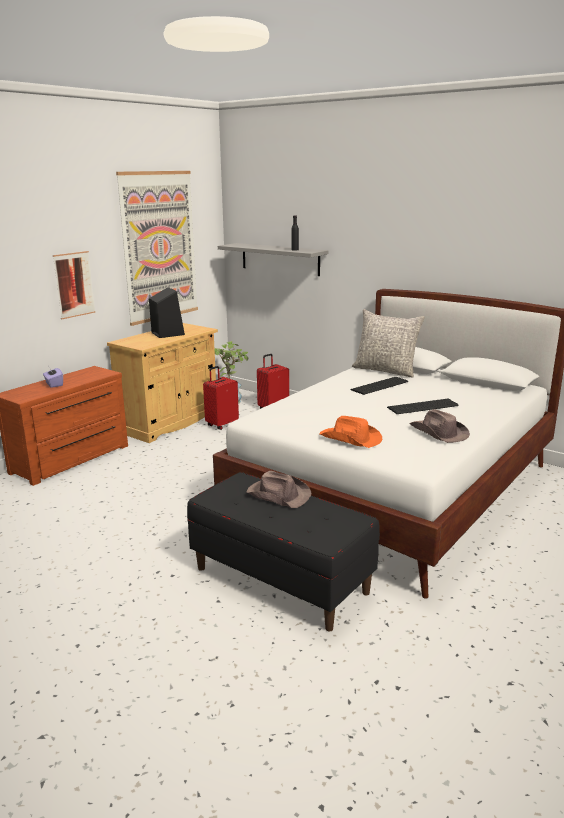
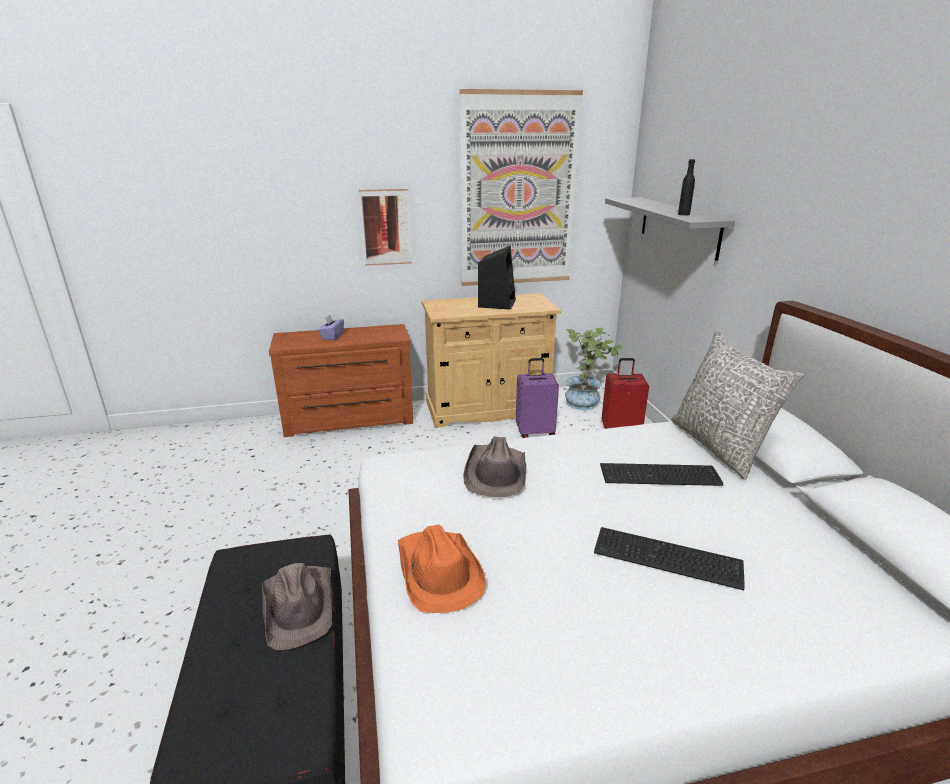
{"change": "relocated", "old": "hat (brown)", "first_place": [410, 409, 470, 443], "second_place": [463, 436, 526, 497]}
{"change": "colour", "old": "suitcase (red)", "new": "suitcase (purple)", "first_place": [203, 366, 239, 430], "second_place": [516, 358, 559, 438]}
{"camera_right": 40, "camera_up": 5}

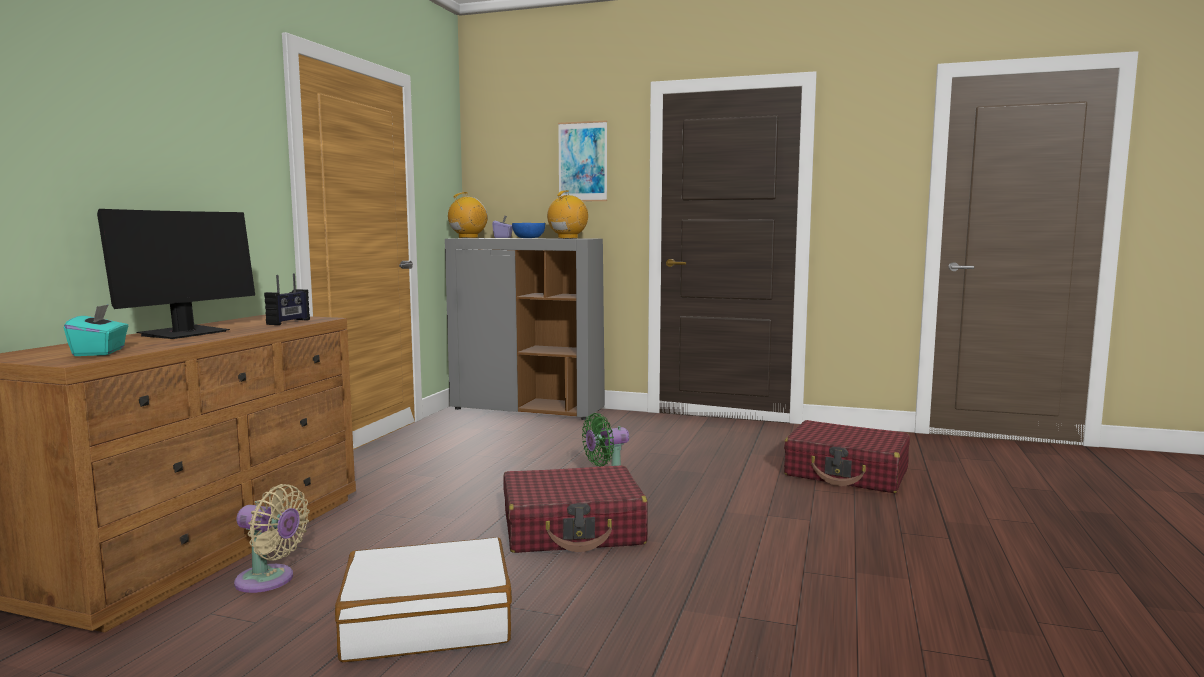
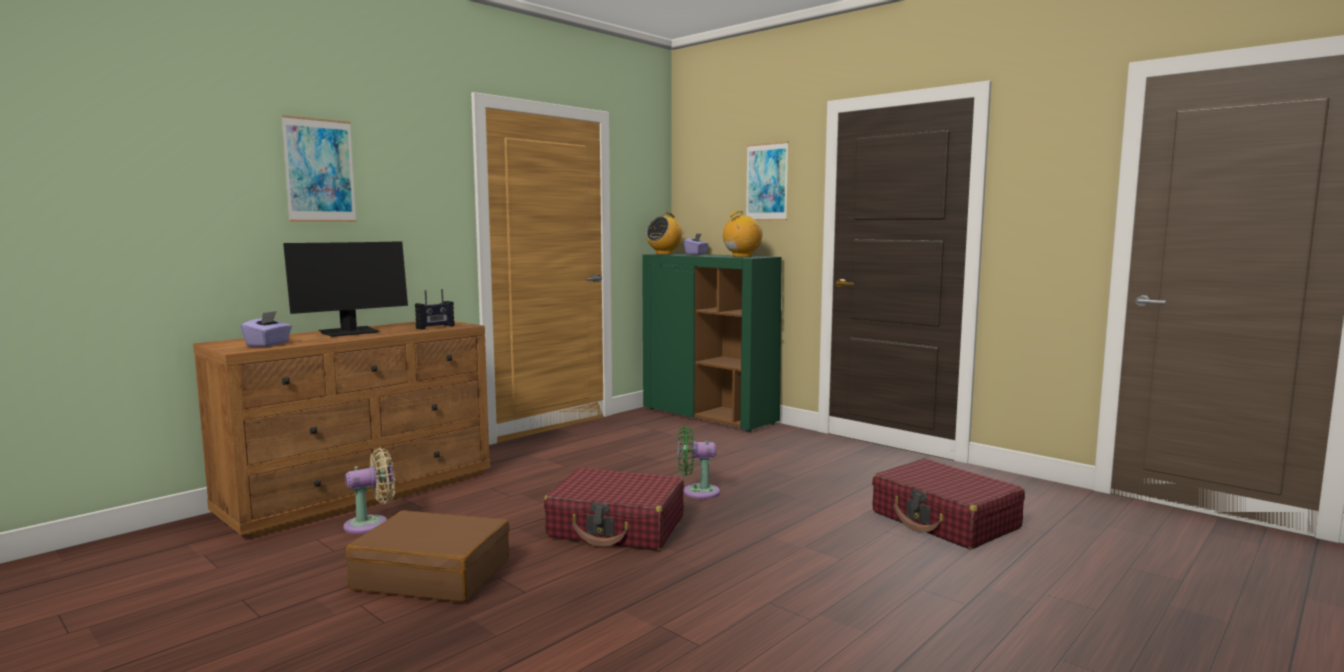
{"change": "colour", "old": "tissue box (turquoise)", "new": "tissue box (purple)", "first_place": [64, 304, 128, 356], "second_place": [241, 311, 292, 347]}
{"change": "appeared", "new": "picture", "second_place": [281, 115, 357, 222]}
{"change": "spun", "old": "fan (beige)", "first_place": [234, 484, 310, 593], "second_place": [343, 448, 395, 534], "degrees": -75}
{"change": "colour", "old": "suitcase (white)", "new": "suitcase (brown)", "first_place": [335, 537, 512, 662], "second_place": [346, 510, 510, 602]}
{"change": "colour", "old": "cabinet (grey)", "new": "cabinet (green)", "first_place": [445, 238, 605, 420], "second_place": [642, 253, 782, 432]}
{"change": "spun", "old": "radio", "first_place": [448, 192, 488, 238], "second_place": [646, 212, 682, 254], "degrees": 150}
{"change": "missing", "old": "bowl (blue)", "first_place": [512, 223, 545, 238]}
{"camera_right": 25, "camera_up": 0}

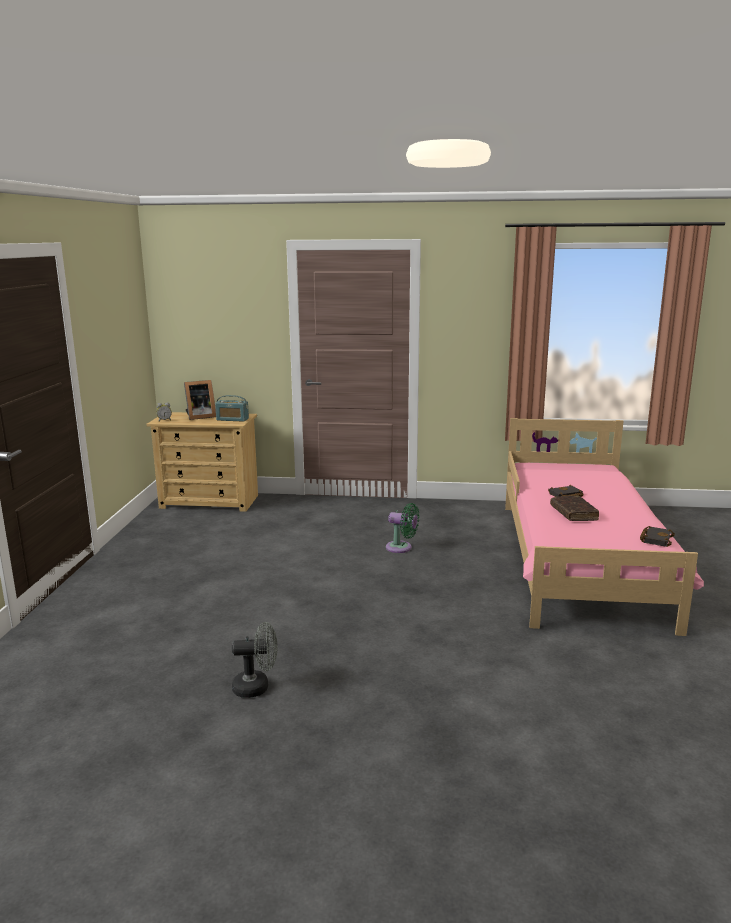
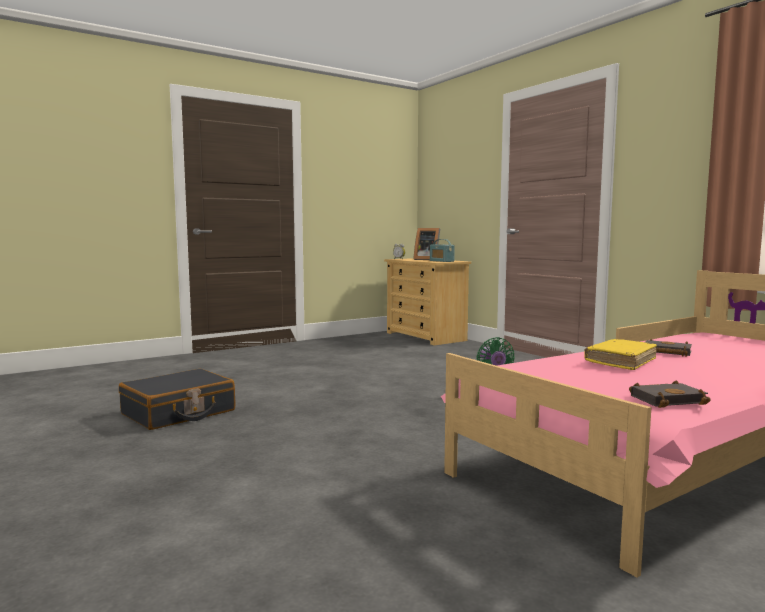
{"change": "exchanged", "old": "fan (grey)", "new": "suitcase (black)", "first_place": [232, 622, 277, 698], "second_place": [119, 369, 235, 430]}
{"change": "colour", "old": "book (brown)", "new": "book (yellow)", "first_place": [550, 496, 599, 521], "second_place": [584, 339, 657, 370]}
{"camera_right": 50, "camera_up": -10}

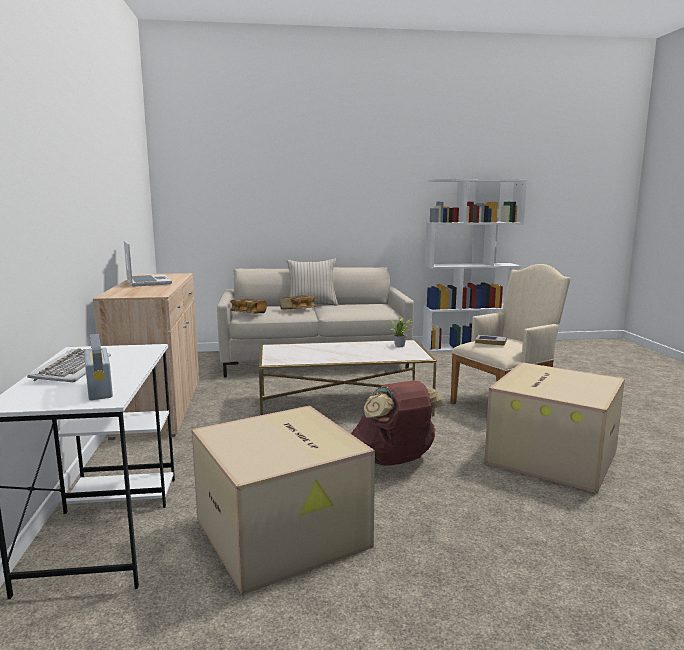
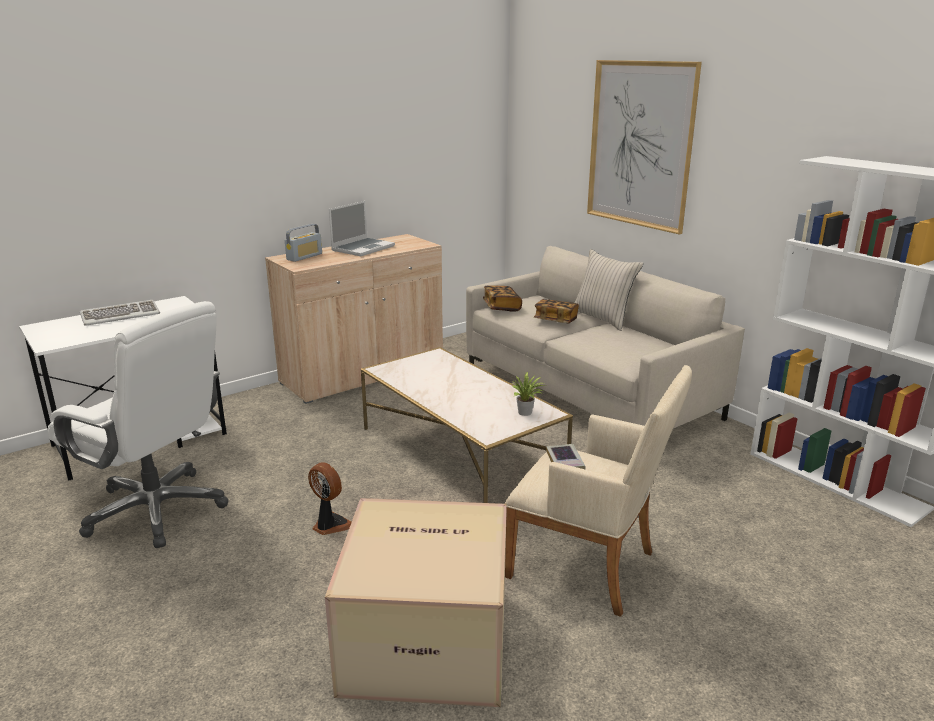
{"change": "exchanged", "old": "cardboard box", "new": "office chair (white)", "first_place": [192, 405, 375, 595], "second_place": [48, 301, 229, 548]}
{"change": "relocated", "old": "radio", "first_place": [84, 334, 113, 400], "second_place": [285, 224, 322, 262]}
{"change": "exchanged", "old": "backpack (brown)", "new": "fan", "first_place": [351, 380, 445, 466], "second_place": [308, 462, 352, 535]}
{"change": "appeared", "new": "picture", "second_place": [587, 60, 702, 234]}
{"camera_right": 60, "camera_up": 10}

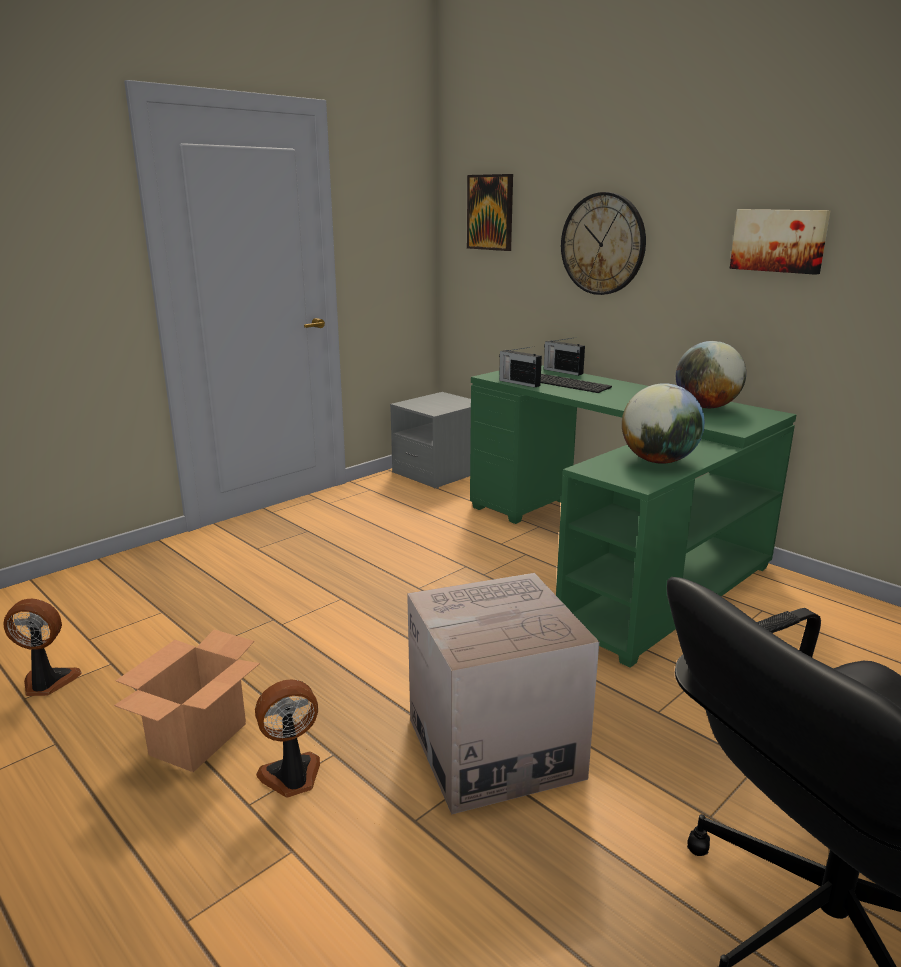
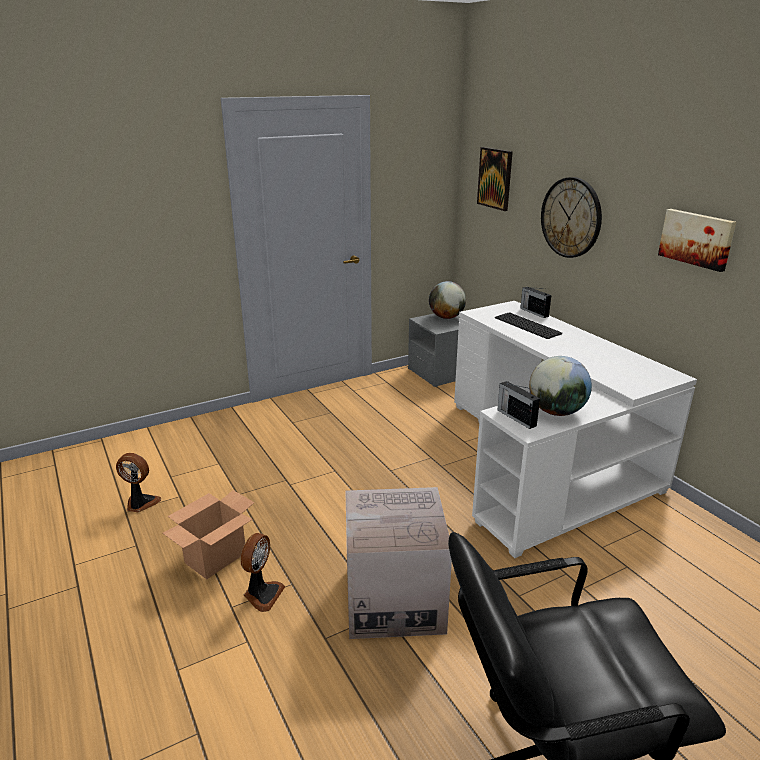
{"change": "spun", "old": "fan", "first_place": [255, 680, 320, 798], "second_place": [240, 533, 285, 612], "degrees": 120}
{"change": "relocated", "old": "globe", "first_place": [676, 341, 746, 408], "second_place": [429, 281, 466, 319]}
{"change": "colour", "old": "desk (green)", "new": "desk (white)", "first_place": [470, 365, 797, 668], "second_place": [454, 301, 697, 558]}
{"change": "relocated", "old": "radio", "first_place": [499, 347, 542, 388], "second_place": [497, 381, 540, 429]}
{"camera_right": 15, "camera_up": 5}

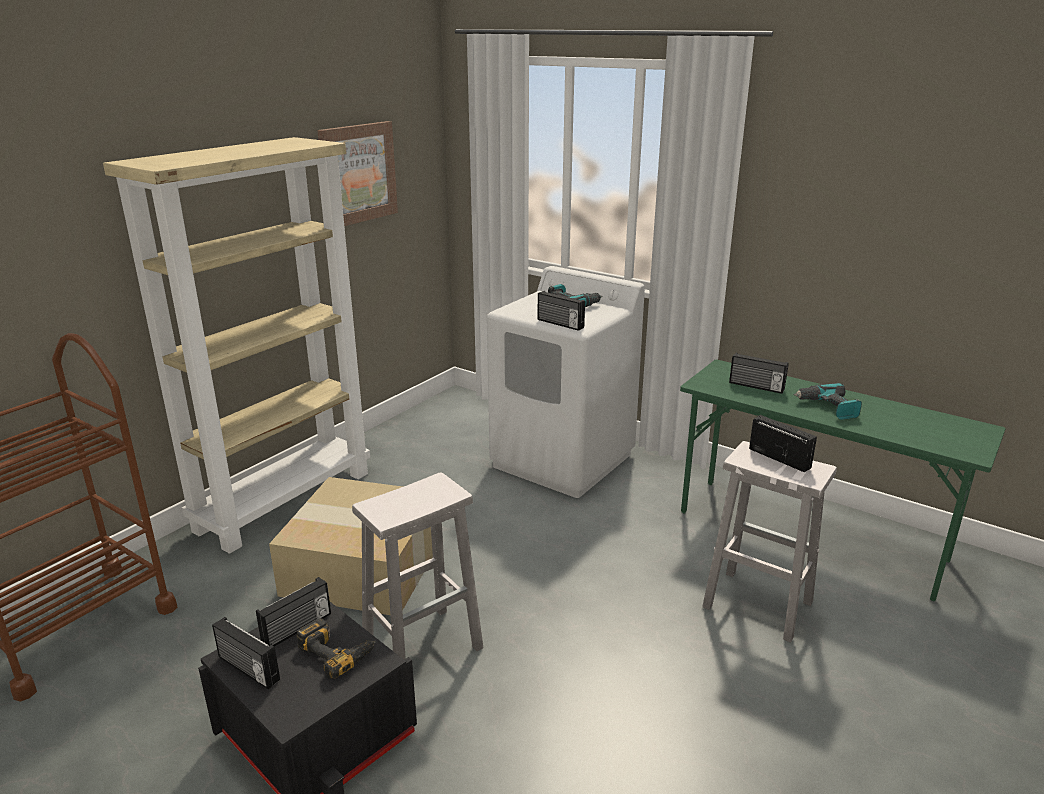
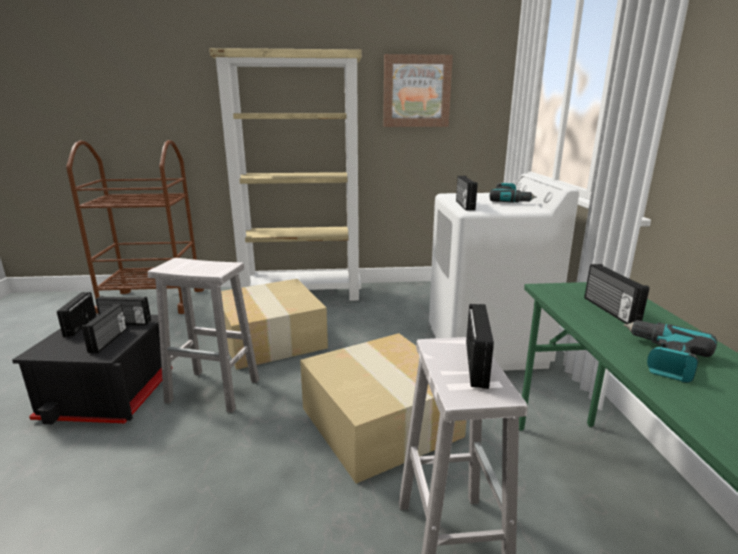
{"change": "exchanged", "old": "power drill", "new": "radio", "first_place": [296, 618, 376, 679], "second_place": [82, 304, 127, 353]}
{"change": "appeared", "new": "cardboard box", "second_place": [300, 333, 467, 484]}
{"camera_right": 50, "camera_up": -5}

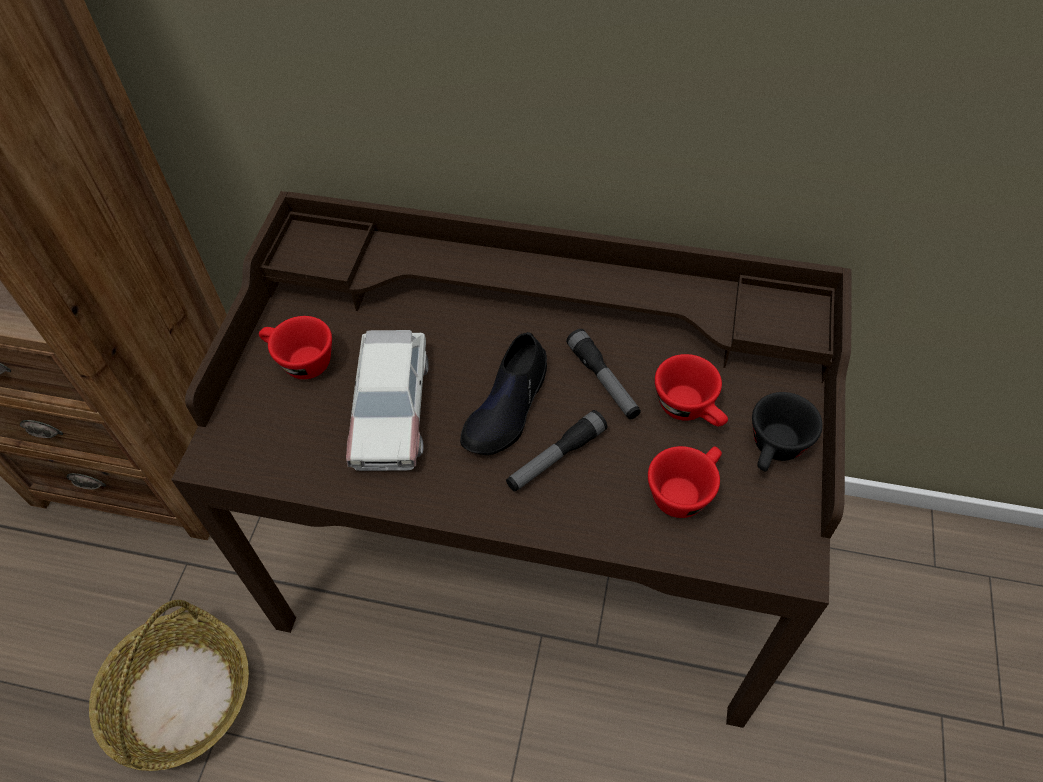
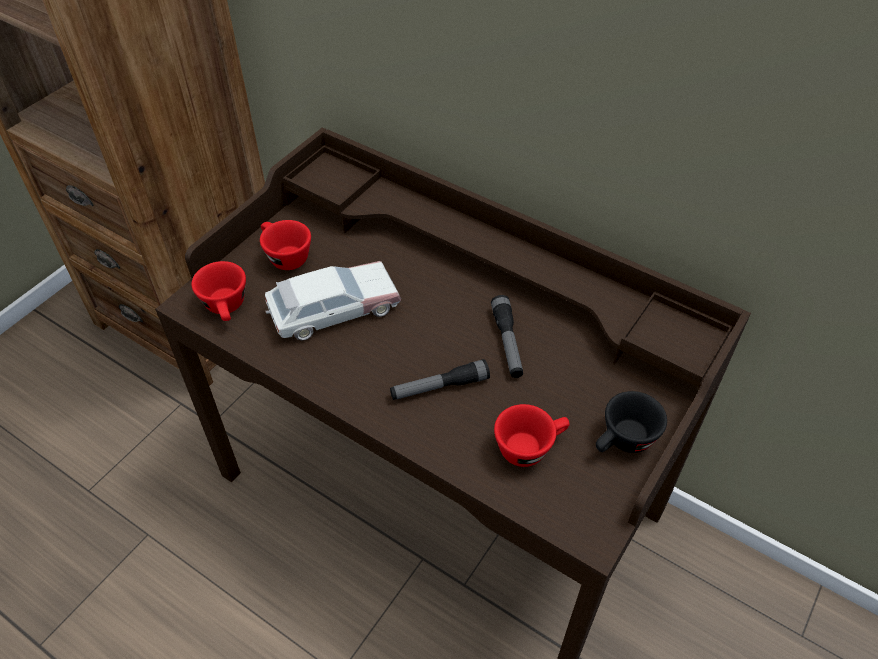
{"change": "relocated", "old": "cup (red)", "first_place": [655, 354, 728, 426], "second_place": [191, 261, 246, 321]}
{"change": "spun", "old": "toy car", "first_place": [346, 330, 429, 471], "second_place": [265, 261, 401, 340], "degrees": -135}
{"change": "missing", "old": "basket", "first_place": [89, 600, 249, 771]}
{"change": "missing", "old": "shoe (black)", "first_place": [460, 332, 547, 455]}
{"camera_right": 20, "camera_up": -5}

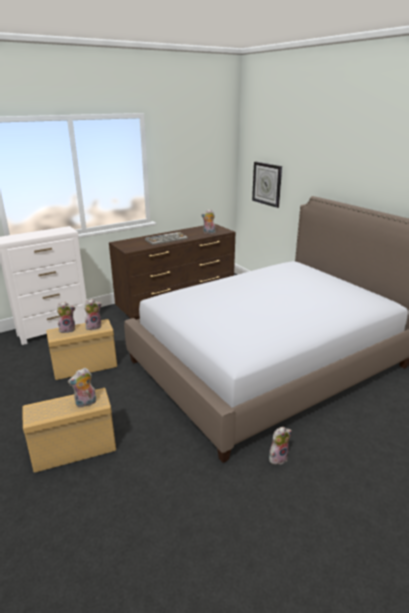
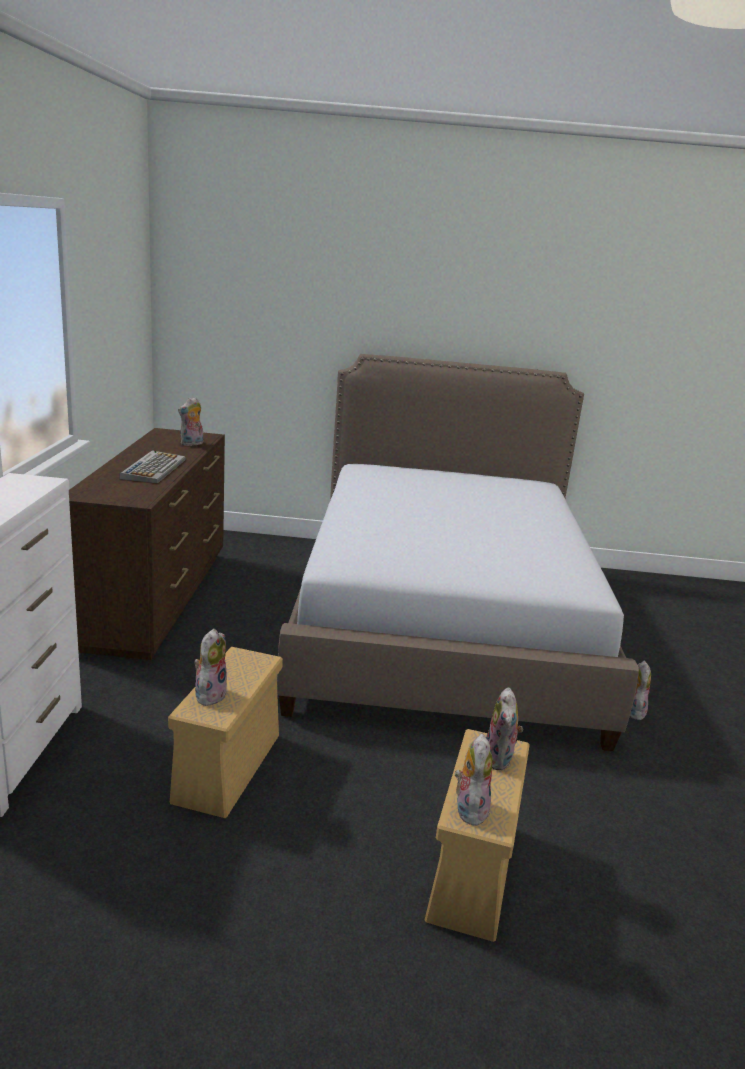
{"change": "relocated", "old": "plush toy", "first_place": [84, 299, 102, 330], "second_place": [455, 734, 493, 826]}
{"change": "missing", "old": "wall clock", "first_place": [252, 162, 282, 208]}
{"camera_right": -55, "camera_up": -5}

